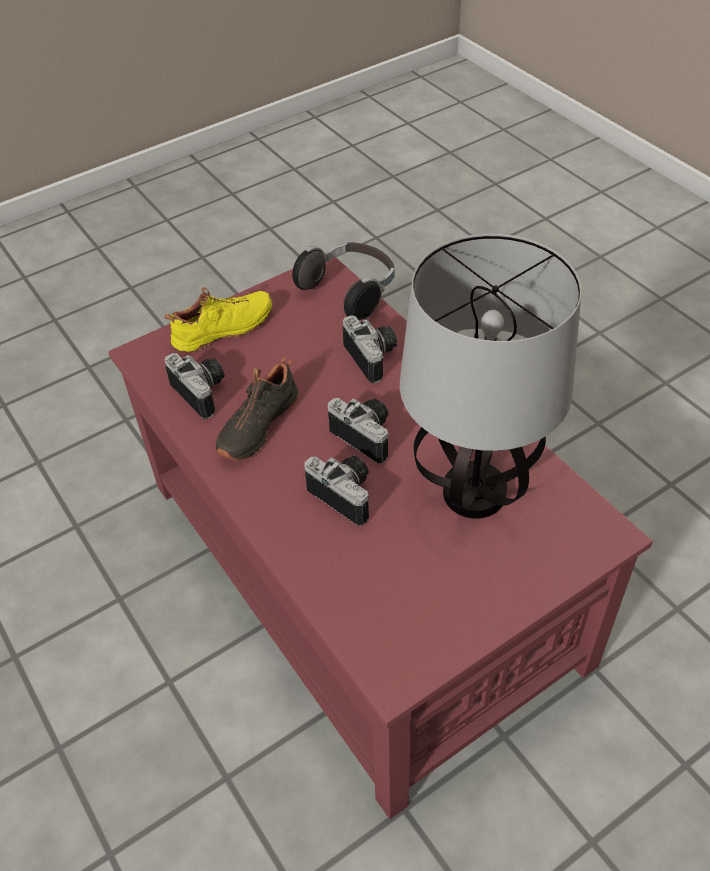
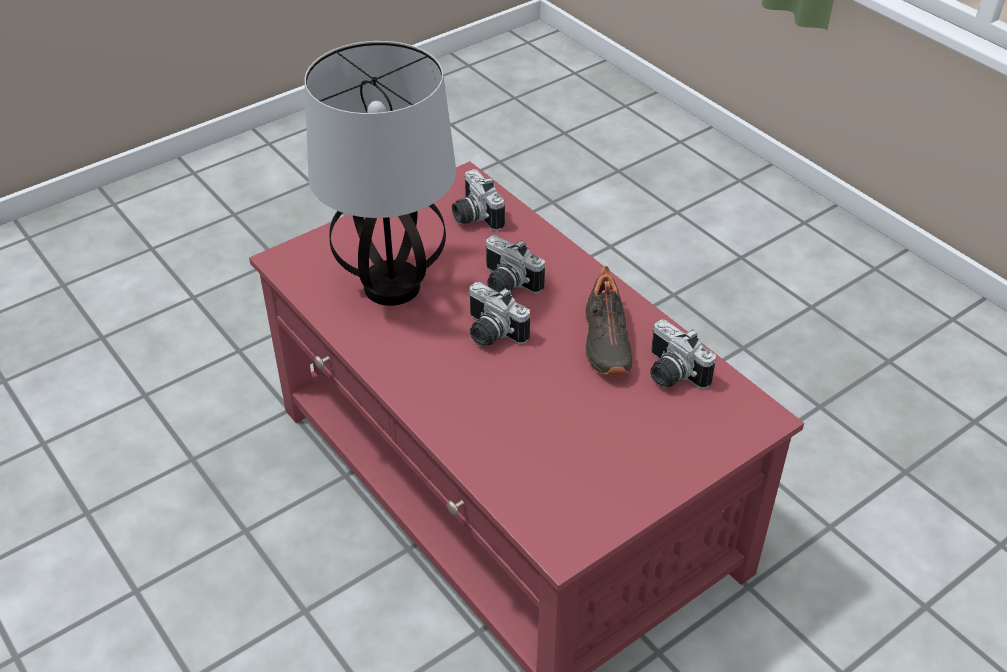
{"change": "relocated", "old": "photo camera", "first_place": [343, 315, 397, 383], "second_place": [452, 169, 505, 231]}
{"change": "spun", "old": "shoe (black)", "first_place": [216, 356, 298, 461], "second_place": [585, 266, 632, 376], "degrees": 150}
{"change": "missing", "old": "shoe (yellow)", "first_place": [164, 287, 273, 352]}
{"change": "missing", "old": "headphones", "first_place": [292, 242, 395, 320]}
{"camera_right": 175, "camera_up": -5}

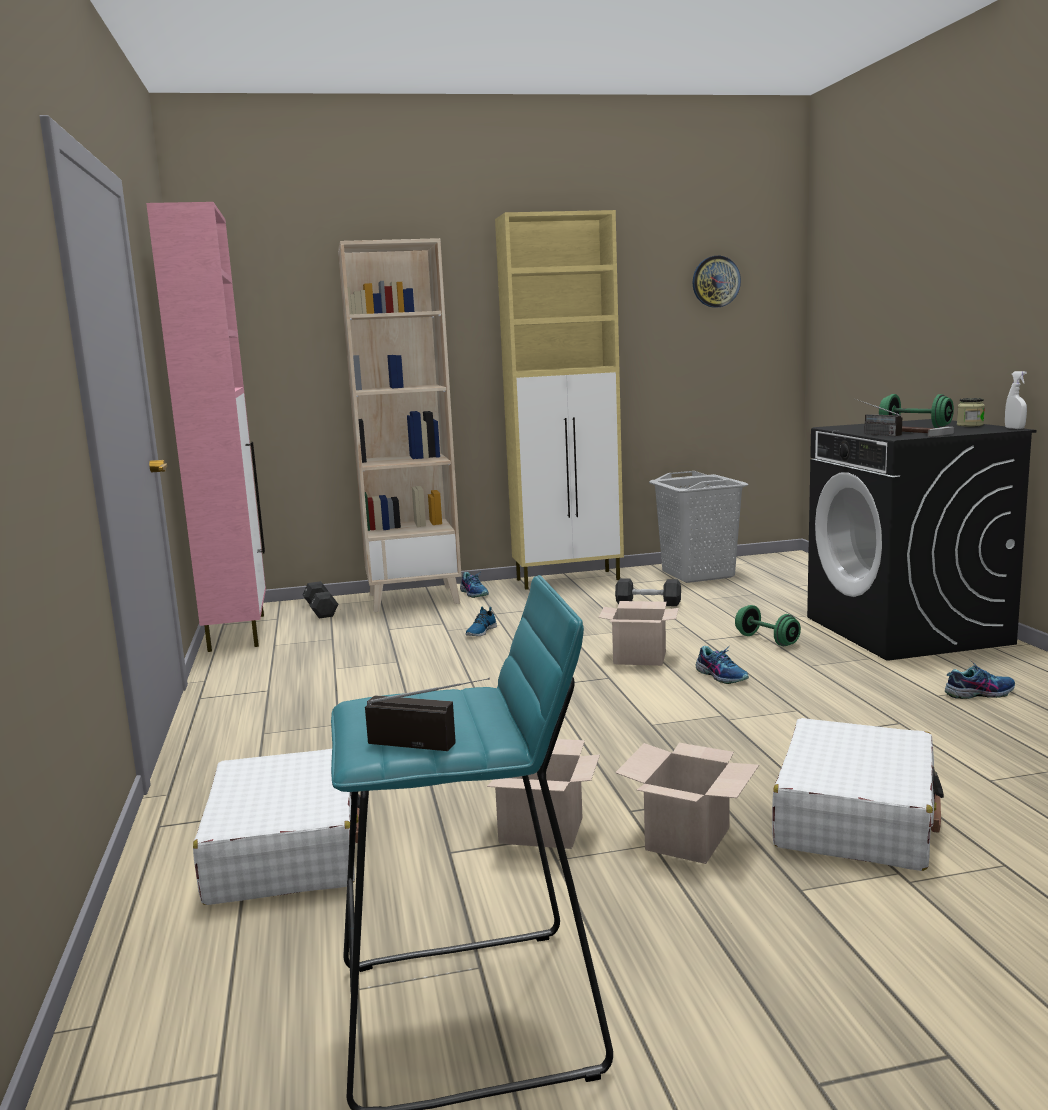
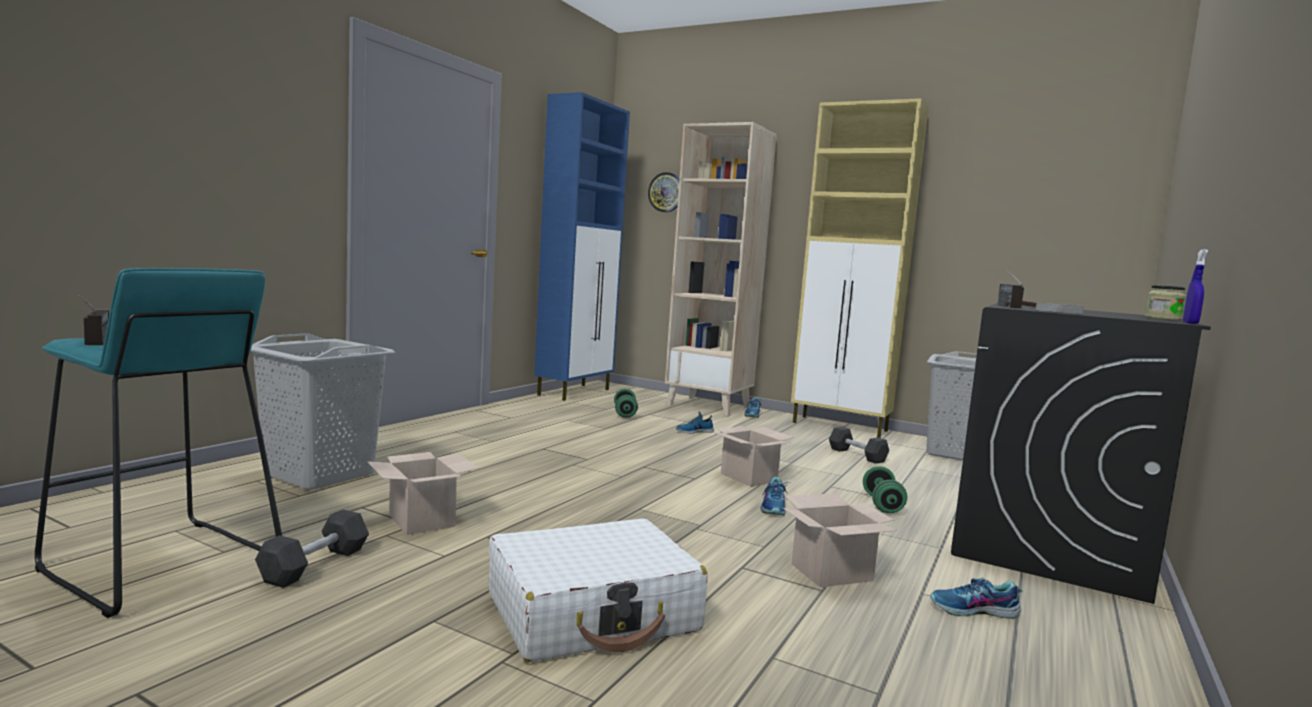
{"change": "exchanged", "old": "suitcase (white)", "new": "laundry basket (grey)", "first_place": [193, 749, 360, 905], "second_place": [251, 333, 395, 490]}
{"change": "relocated", "old": "dumbbell (black)", "first_place": [303, 581, 338, 619], "second_place": [255, 510, 369, 588]}
{"change": "colour", "old": "cabinet (pink)", "new": "cabinet (blue)", "first_place": [146, 202, 266, 652], "second_place": [534, 92, 630, 401]}
{"change": "relocated", "old": "dumbbell (green)", "first_place": [879, 394, 954, 428], "second_place": [614, 389, 638, 418]}
{"change": "relocated", "old": "wall clock", "first_place": [693, 256, 741, 308], "second_place": [648, 172, 679, 212]}
{"change": "relocated", "old": "cardboard box", "first_place": [615, 743, 759, 864], "second_place": [783, 493, 897, 587]}
{"change": "spun", "old": "shoe", "first_place": [945, 660, 1015, 699], "second_place": [930, 578, 1022, 619], "degrees": 150}
{"change": "colour", "old": "spray bottle (white)", "new": "spray bottle (blue)", "first_place": [1005, 371, 1027, 429], "second_place": [1183, 249, 1208, 324]}
{"camera_right": 40, "camera_up": -5}

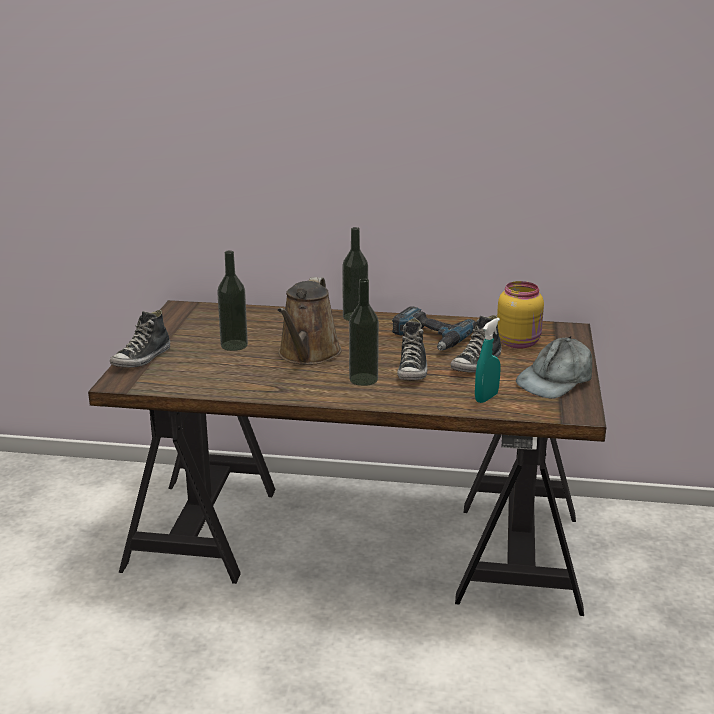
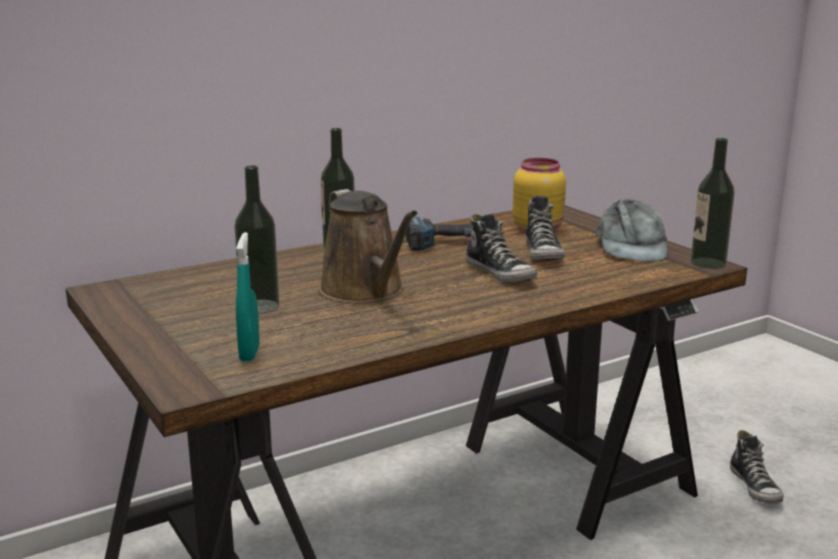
{"change": "relocated", "old": "spray bottle (turquoise)", "first_place": [475, 318, 501, 403], "second_place": [236, 232, 260, 361]}
{"change": "relocated", "old": "bottle", "first_place": [349, 279, 379, 386], "second_place": [691, 138, 735, 269]}
{"change": "relocated", "old": "shoe", "first_place": [110, 310, 170, 368], "second_place": [730, 430, 783, 504]}
{"camera_right": -40, "camera_up": -5}

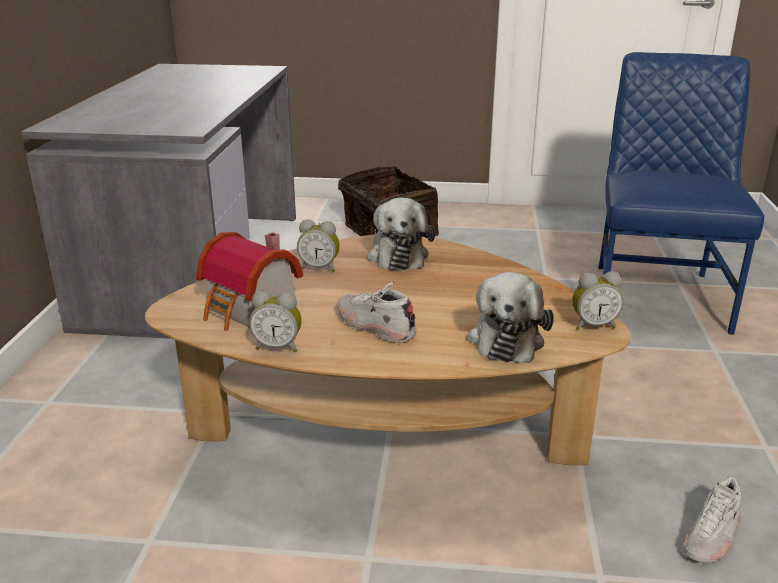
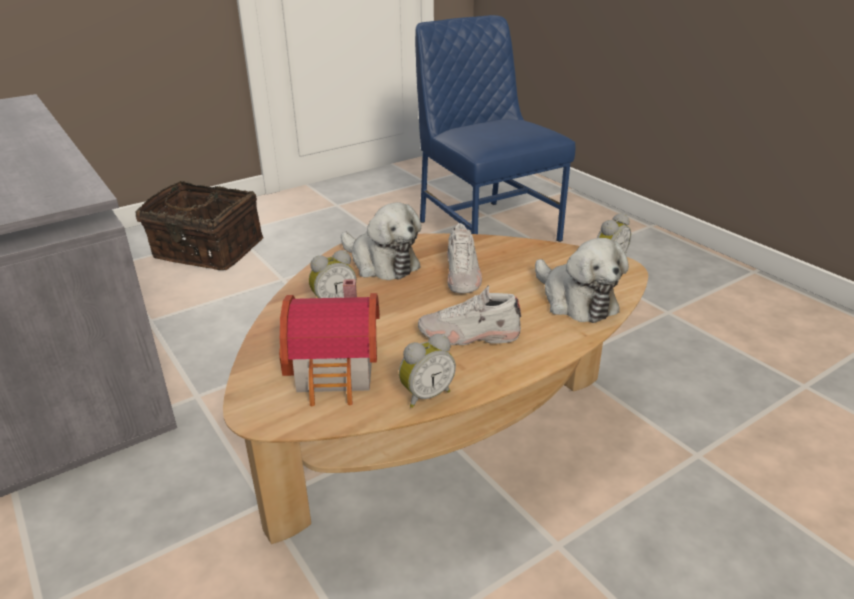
{"change": "relocated", "old": "shoe (white)", "first_place": [682, 477, 741, 563], "second_place": [447, 223, 482, 293]}
{"camera_right": -40, "camera_up": 5}

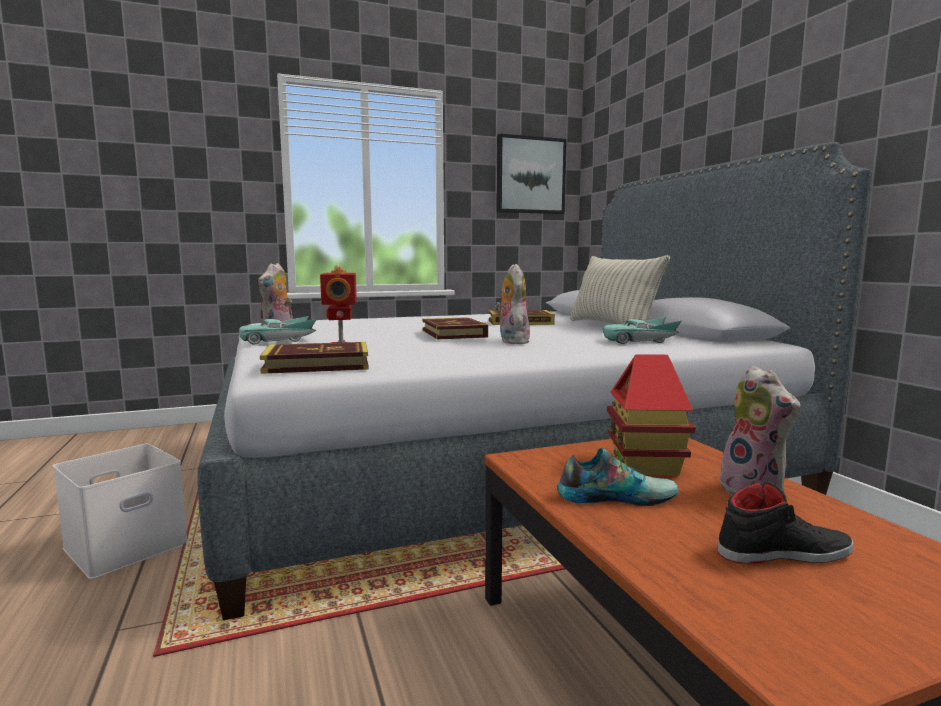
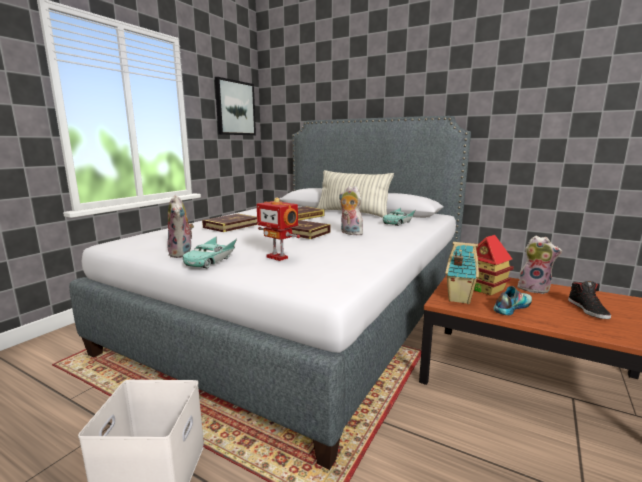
{"change": "relocated", "old": "book", "first_place": [260, 342, 369, 374], "second_place": [202, 214, 257, 232]}
{"change": "appeared", "new": "toy house", "second_place": [445, 242, 479, 304]}
{"change": "spun", "old": "shoe (black)", "first_place": [718, 481, 854, 564], "second_place": [568, 281, 611, 319], "degrees": 135}
{"camera_right": -40, "camera_up": 5}

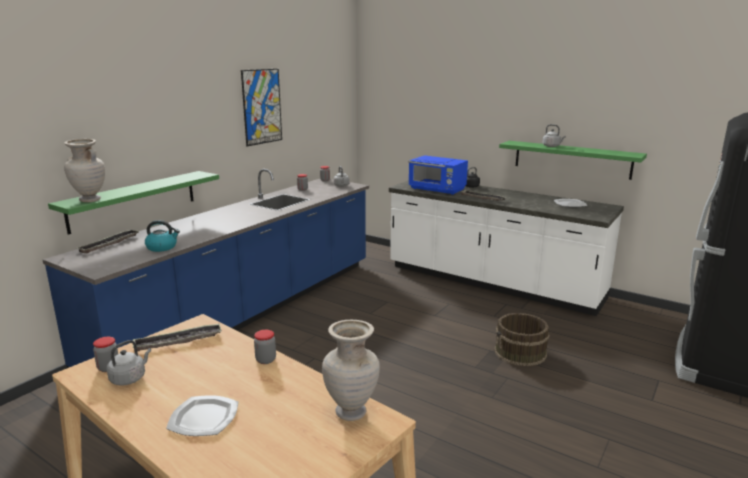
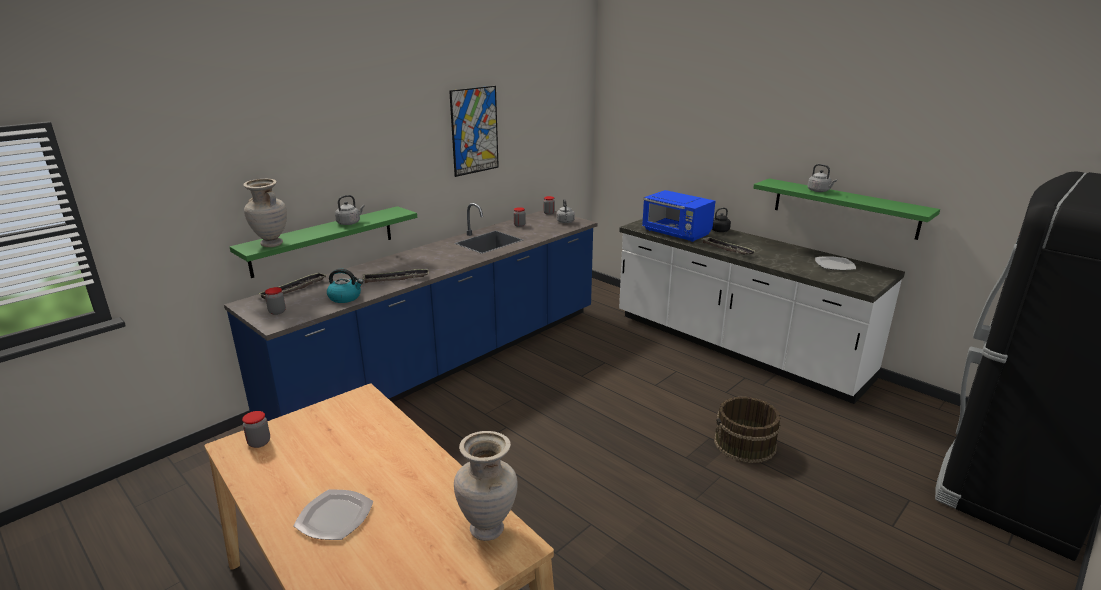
{"change": "relocated", "old": "jar", "first_place": [254, 330, 276, 364], "second_place": [265, 287, 286, 315]}
{"change": "relocated", "old": "kettle (grey)", "first_place": [107, 340, 151, 386], "second_place": [335, 195, 365, 225]}
{"change": "relocated", "old": "tray", "first_place": [133, 324, 222, 352], "second_place": [363, 269, 429, 283]}
{"camera_right": 10, "camera_up": 5}

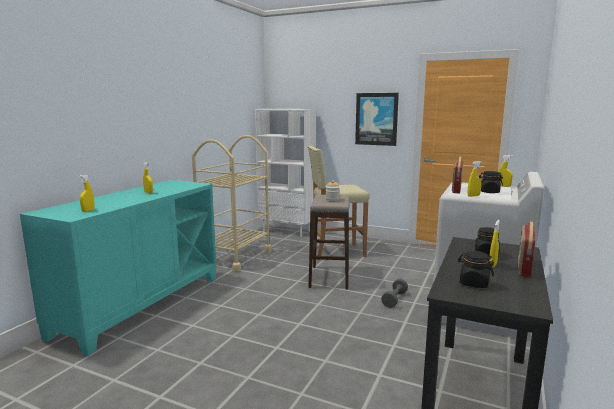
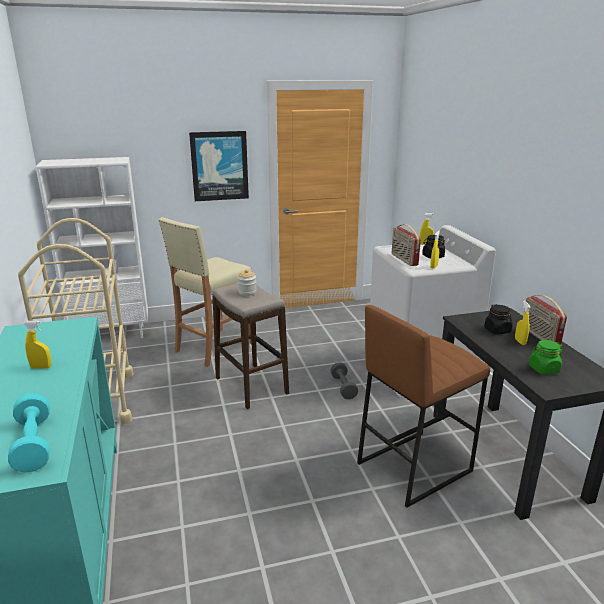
{"change": "exchanged", "old": "spray bottle (yellow)", "new": "dumbbell (turquoise)", "first_place": [79, 174, 95, 212], "second_place": [8, 393, 50, 473]}
{"change": "appeared", "new": "stool (brown)", "second_place": [357, 305, 490, 508]}
{"change": "colour", "old": "jar (black)", "new": "jar (green)", "first_place": [457, 251, 494, 288], "second_place": [529, 340, 563, 375]}
{"camera_right": -40, "camera_up": 10}

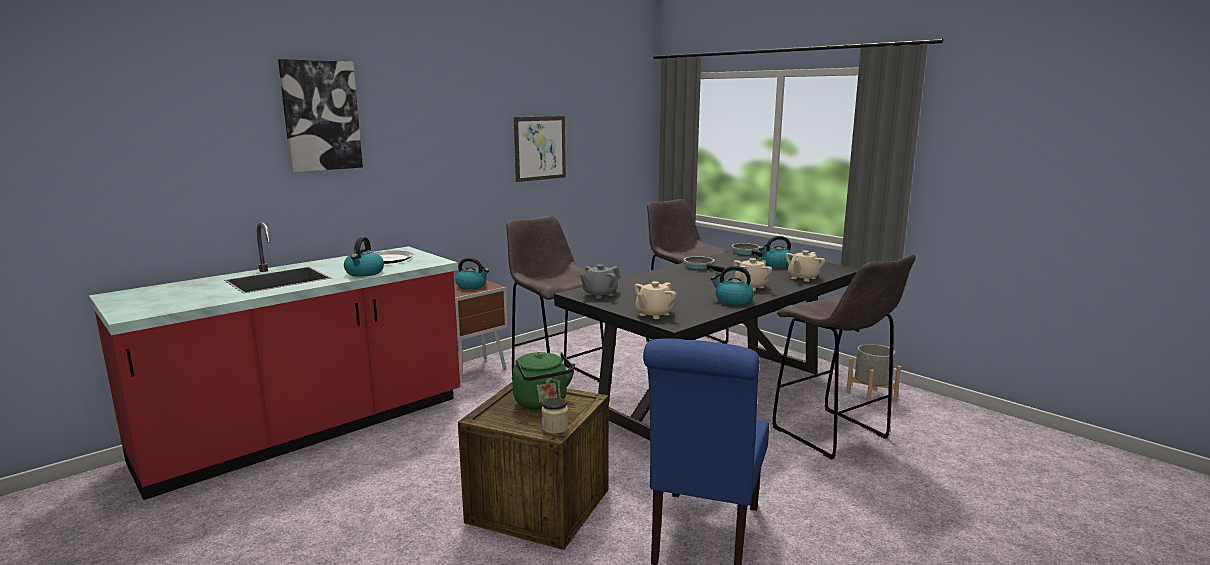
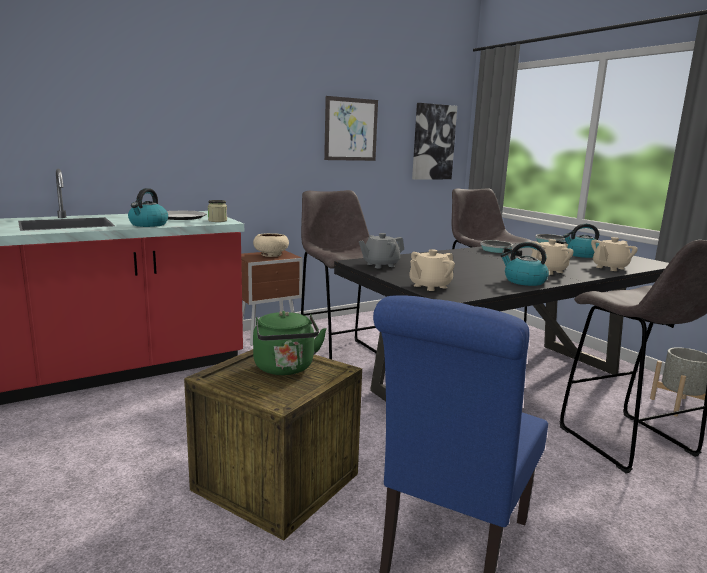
{"change": "relocated", "old": "jar", "first_place": [541, 397, 568, 434], "second_place": [208, 200, 227, 222]}
{"change": "exchanged", "old": "kettle", "new": "bowl (beige)", "first_place": [455, 258, 489, 289], "second_place": [253, 233, 289, 257]}
{"change": "relocated", "old": "picture", "first_place": [278, 59, 363, 172], "second_place": [412, 103, 457, 180]}
{"camera_right": 10, "camera_up": 0}

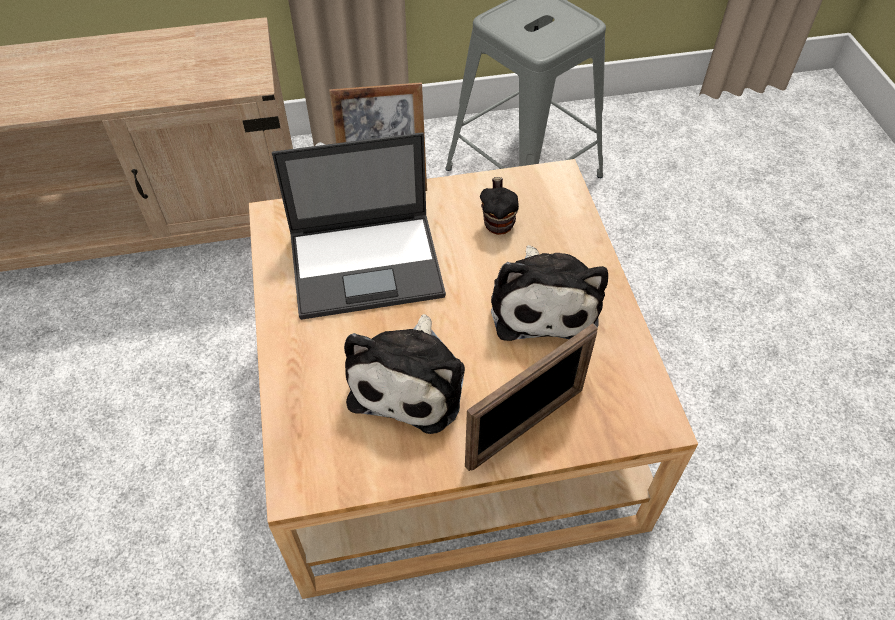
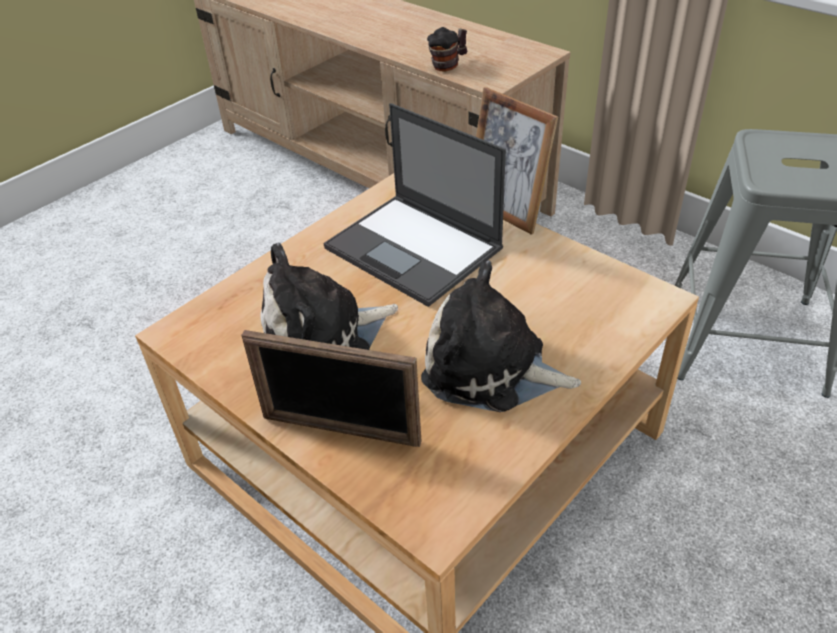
{"change": "spun", "old": "plush toy", "first_place": [491, 245, 608, 341], "second_place": [421, 260, 581, 412], "degrees": 60}
{"change": "relocated", "old": "mug", "first_place": [480, 177, 519, 235], "second_place": [427, 27, 467, 71]}
{"camera_right": 55, "camera_up": -10}

